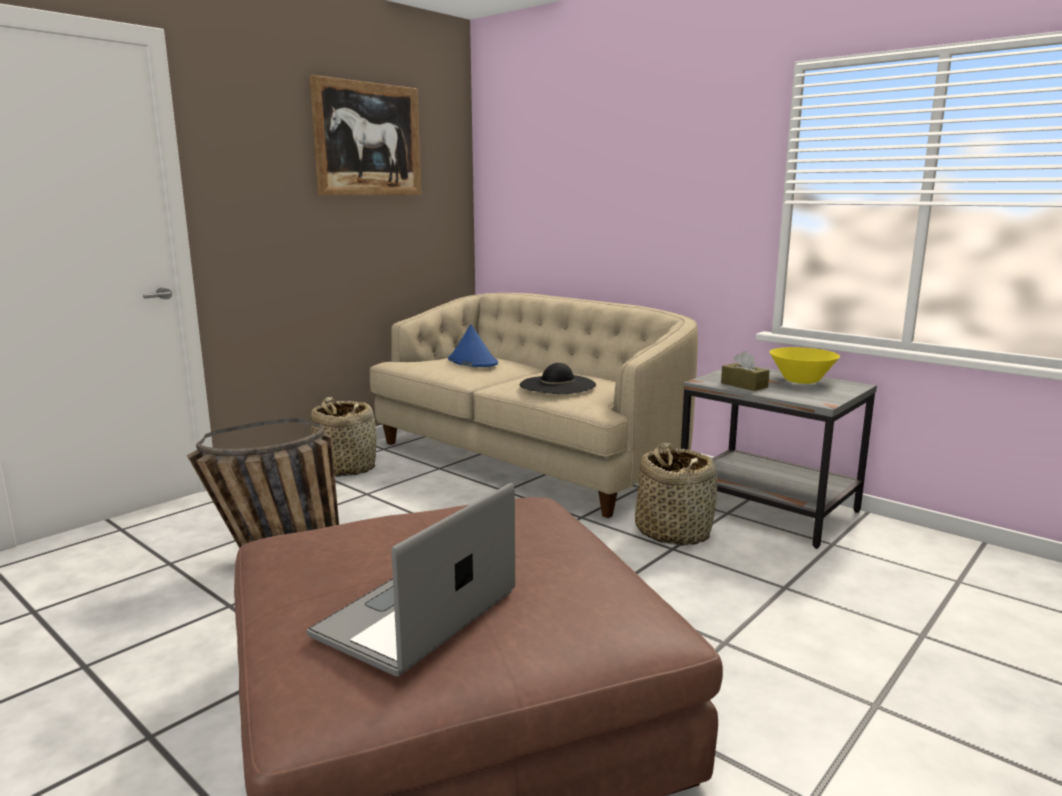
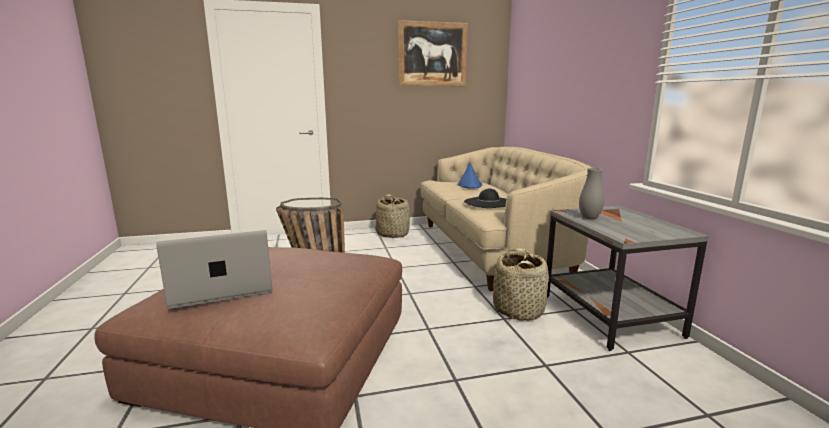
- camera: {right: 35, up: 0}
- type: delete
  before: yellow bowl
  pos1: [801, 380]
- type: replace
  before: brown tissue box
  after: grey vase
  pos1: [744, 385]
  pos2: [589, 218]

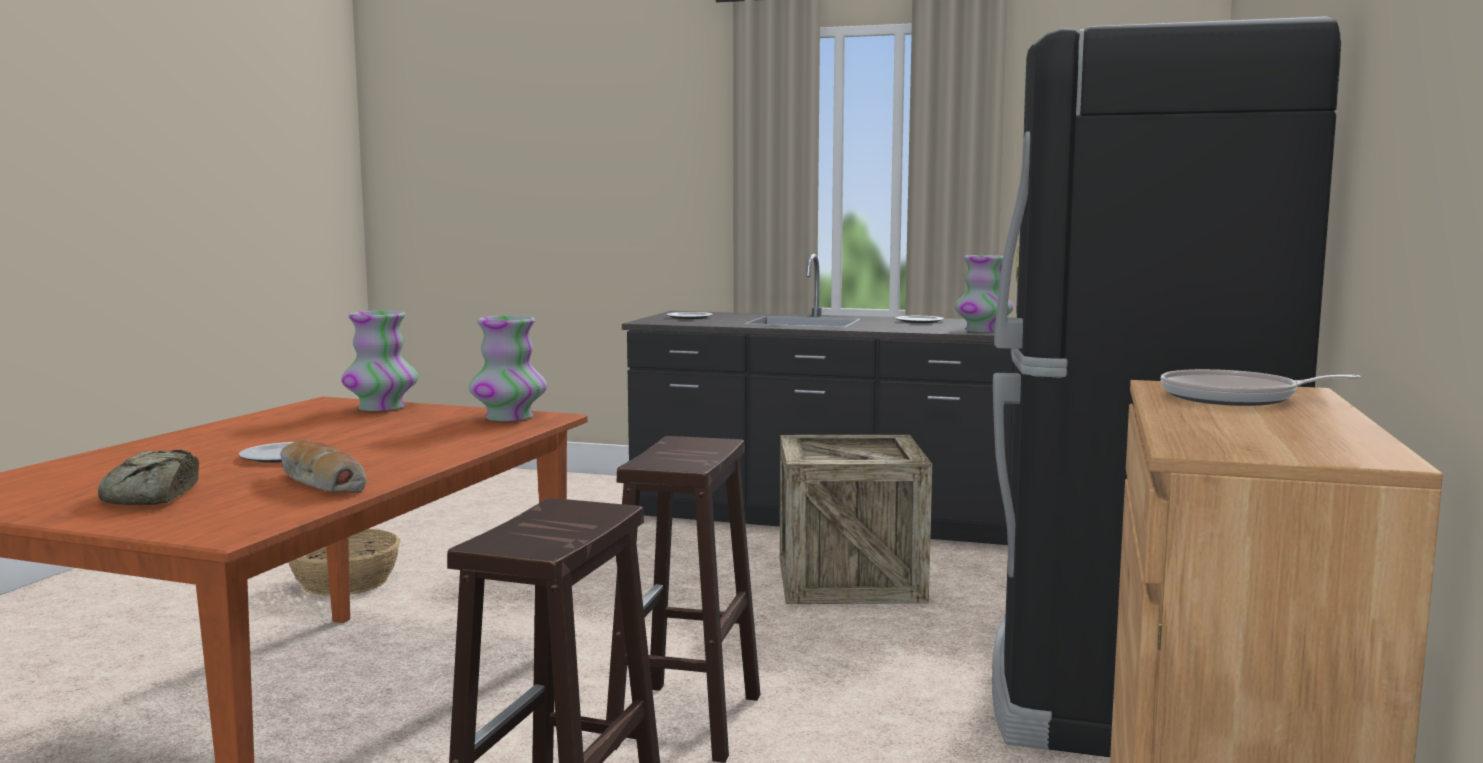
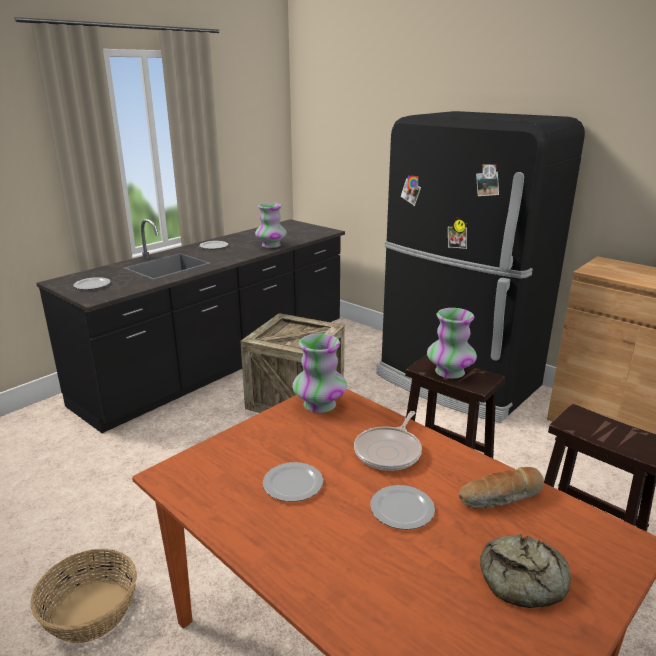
- camera: {right: -65, up: 15}
- type: insert
  after: plate
  pos2: [293, 483]
- type: move
  before: vase
  pos1: [381, 408]
  pos2: [450, 372]
- type: move
  before: frying pan
  pos1: [1235, 398]
  pos2: [389, 451]

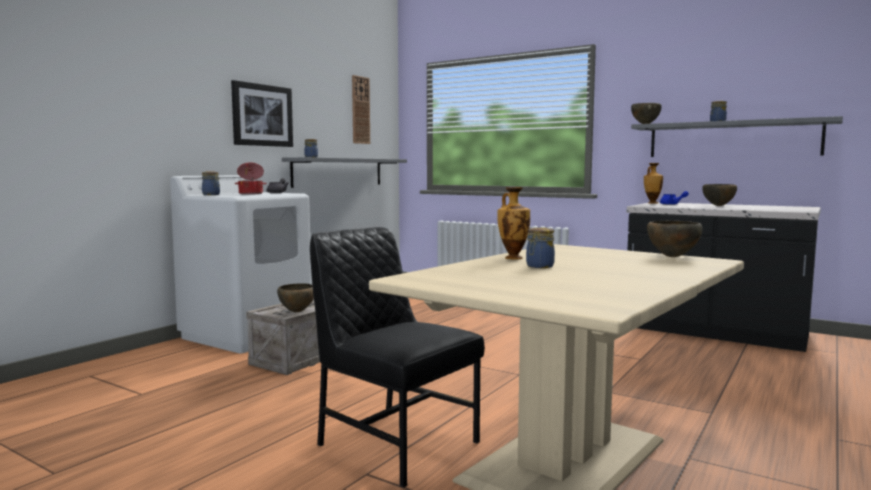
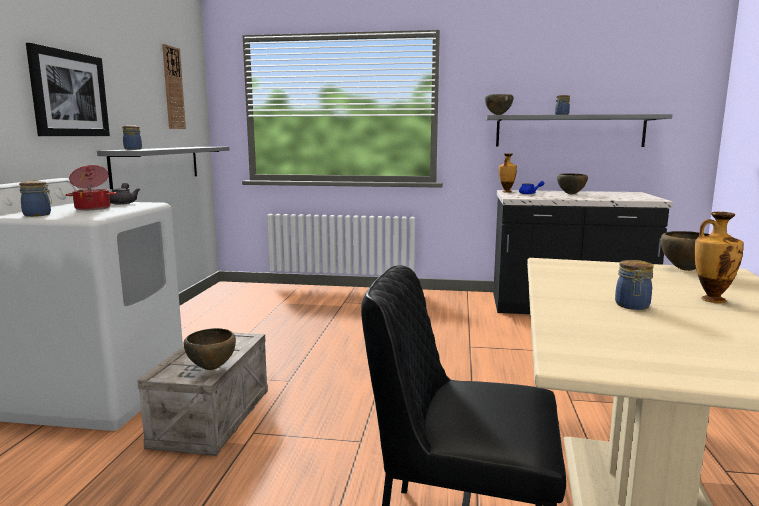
- camera: {right: -25, up: 5}
- type: move
  before: vase
  pos1: [513, 258]
  pos2: [711, 299]

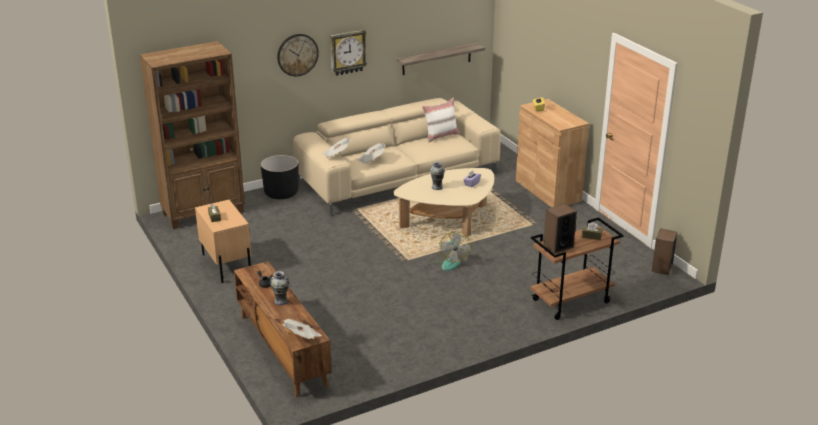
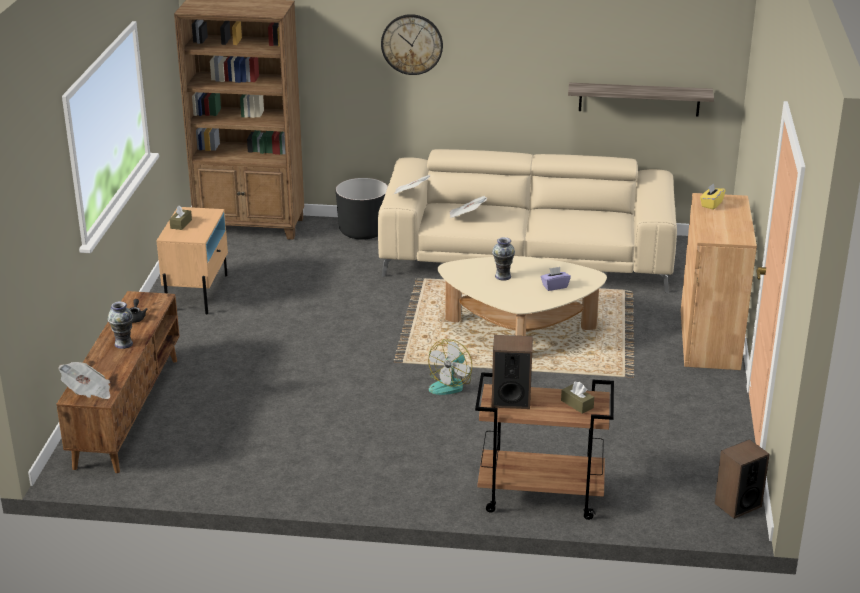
- camera: {right: 35, up: 0}
- type: delete
  before: wall clock
  pos1: [347, 52]
- type: delete
  before: white pillow
  pos1: [441, 136]

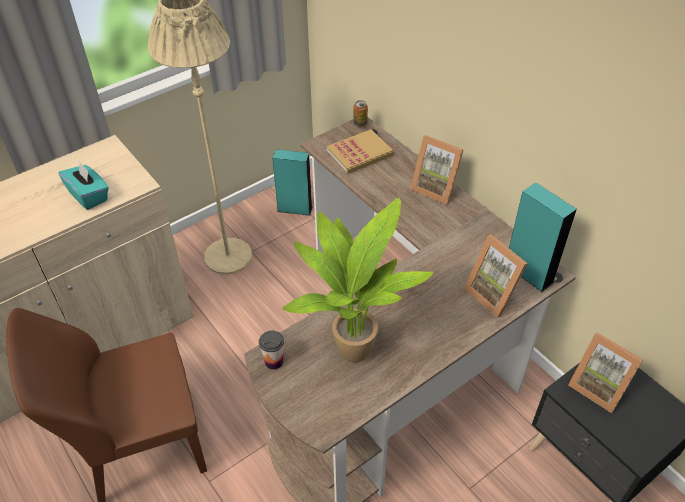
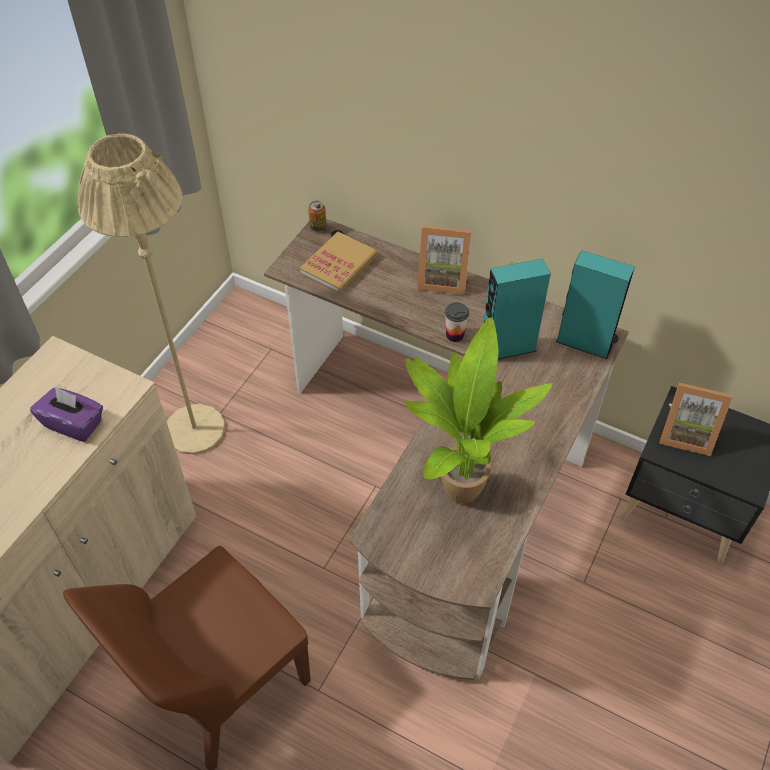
- camera: {right: -25, up: 5}
- type: delete
  before: picture frame
  pos1: [494, 294]
- type: move
  before: cup
  pos1: [274, 361]
  pos2: [454, 335]
- type: move
  before: turquoise speaker
  pos1: [294, 209]
  pos2: [507, 348]
- type: recolor
  before: turquoise tissue box
  after: purple tissue box
  pos1: [89, 196]
  pos2: [74, 423]

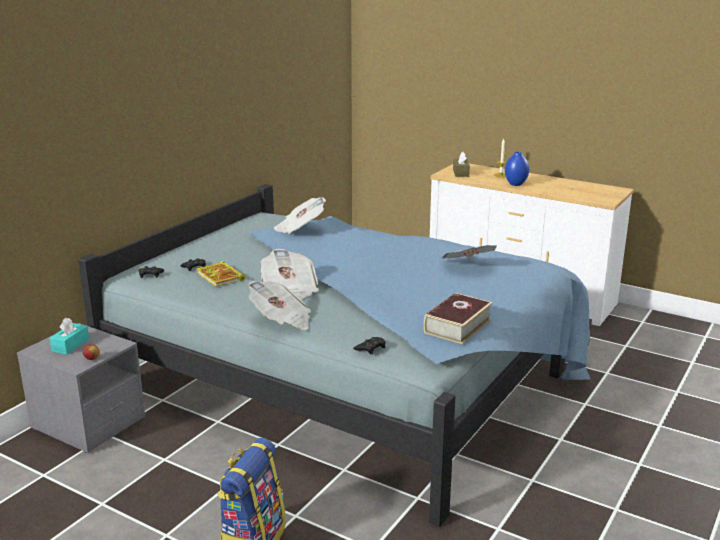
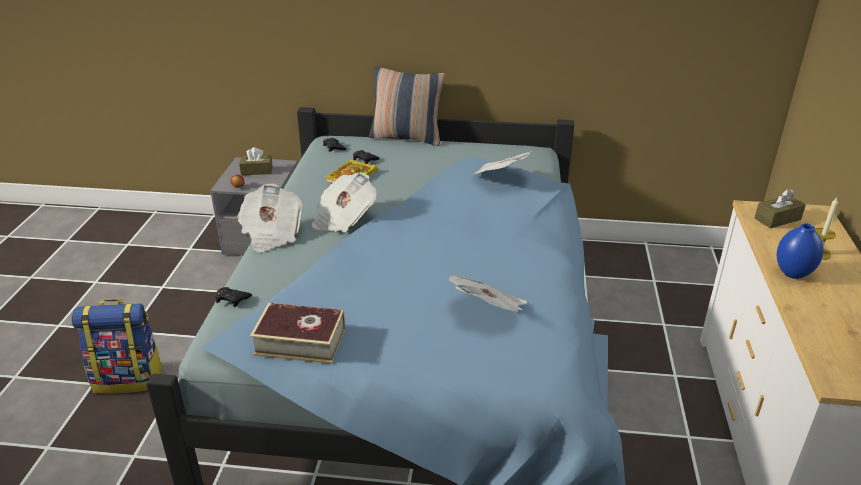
- camera: {right: 65, up: 10}
- type: insert
  after: pillow
  pos2: [407, 137]
- type: recolor
  before: turquoise tissue box
  after: brown tissue box
  pos1: [70, 345]
  pos2: [256, 171]

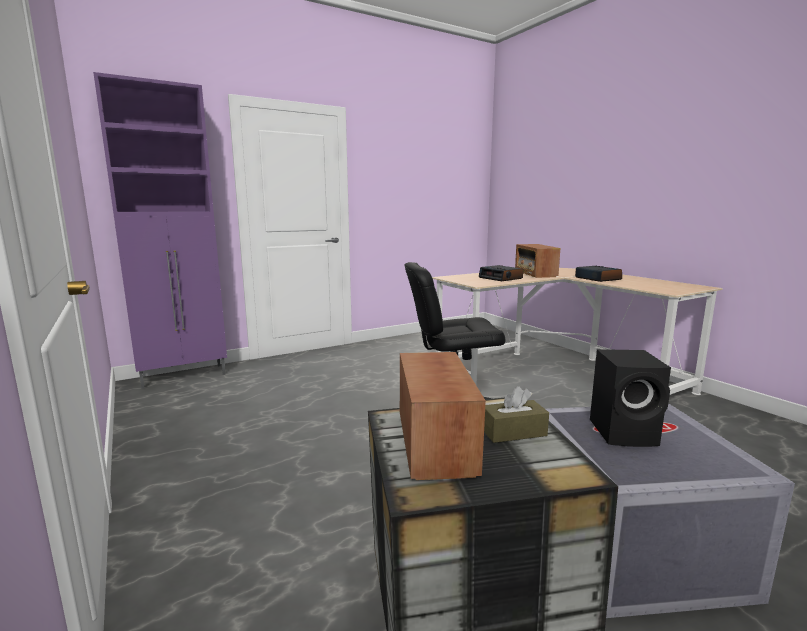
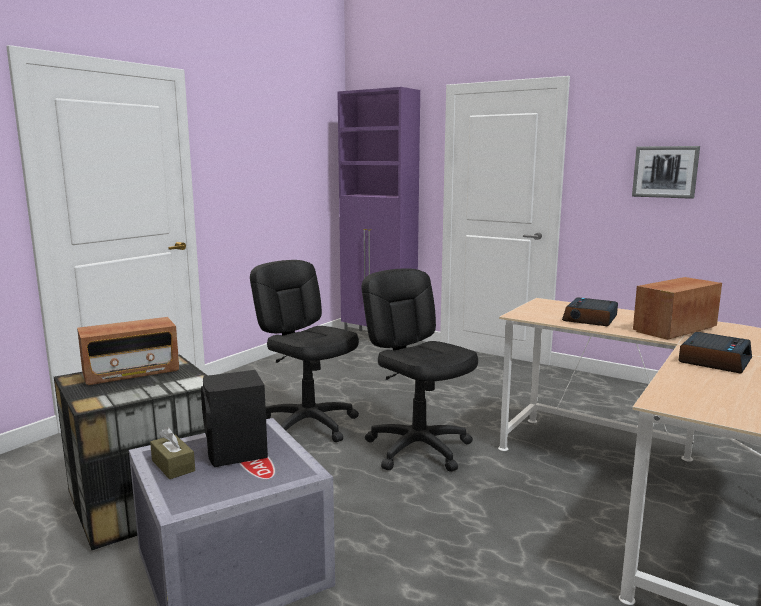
- camera: {right: 65, up: 0}
- type: insert
  after: black office chair
  pos2: [309, 425]
- type: insert
  after: picture
  pos2: [665, 172]
- type: move
  before: brown tissue box
  pos1: [513, 432]
  pos2: [173, 465]

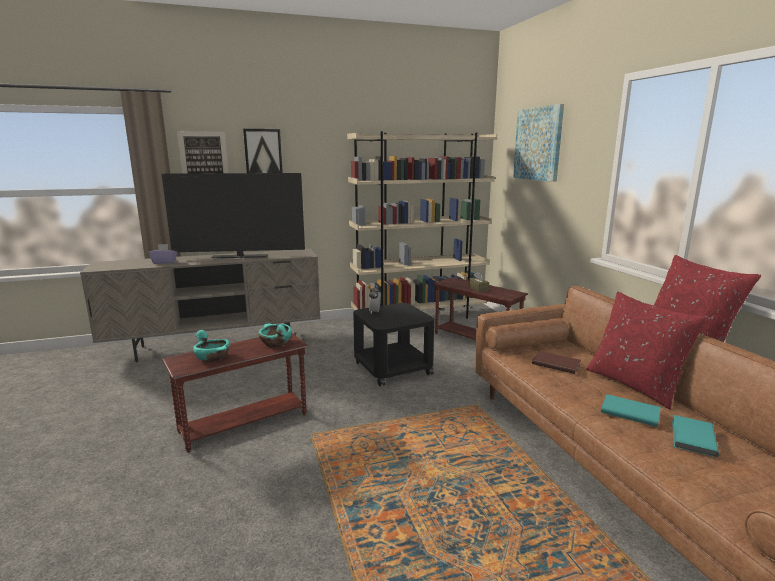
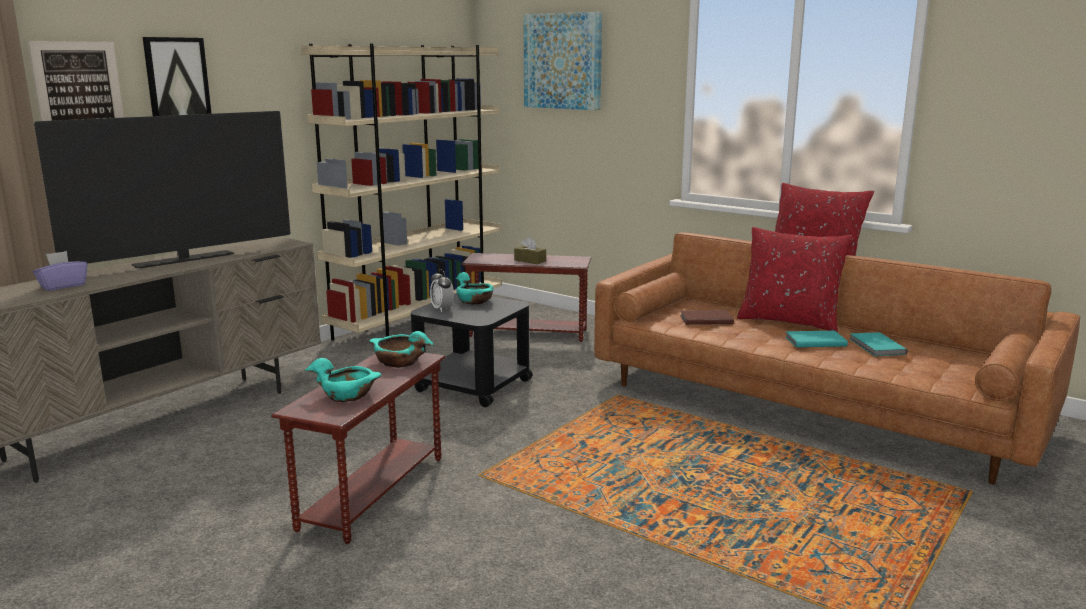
- camera: {right: -35, up: 0}
- type: insert
  after: turquoise bowl
  pos2: [475, 301]

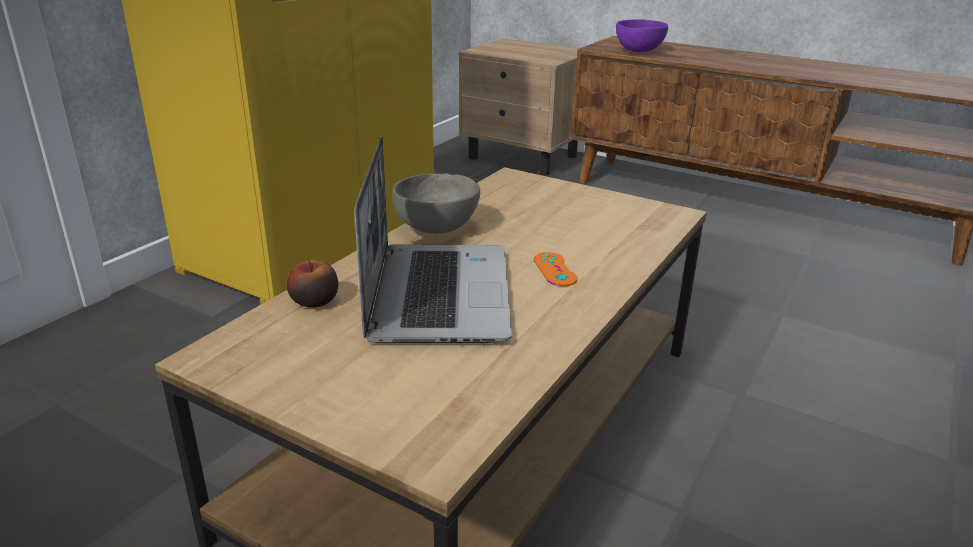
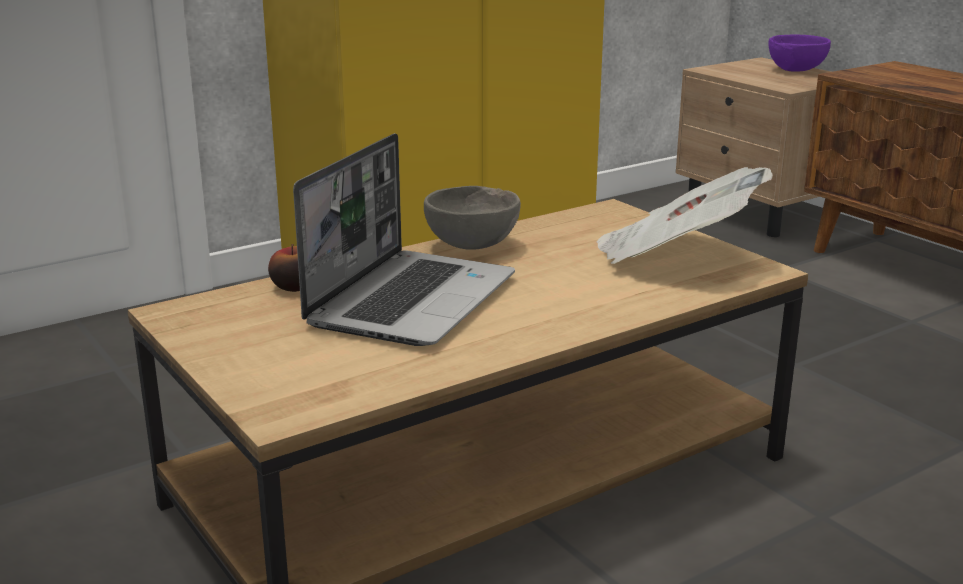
- camera: {right: 25, up: -5}
- type: delete
  before: orange game controller
  pos1: [555, 269]
- type: insert
  after: newspaper
  pos2: [674, 257]
- type: move
  before: purple bowl
  pos1: [638, 51]
  pos2: [795, 70]

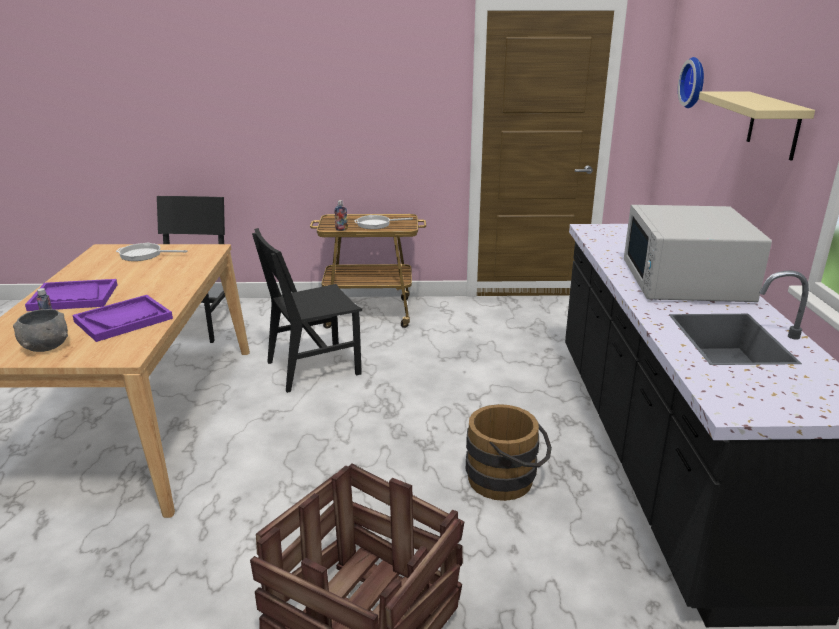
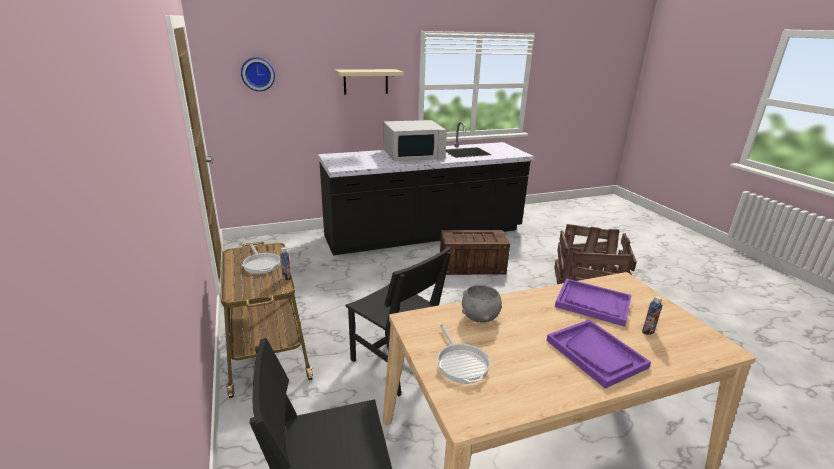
- camera: {right: -110, up: 0}
- type: move
  before: grey bowl
  pos1: [45, 347]
  pos2: [480, 317]
- type: replace
  before: brown bucket
  after: crate
  pos1: [507, 480]
  pos2: [473, 266]

